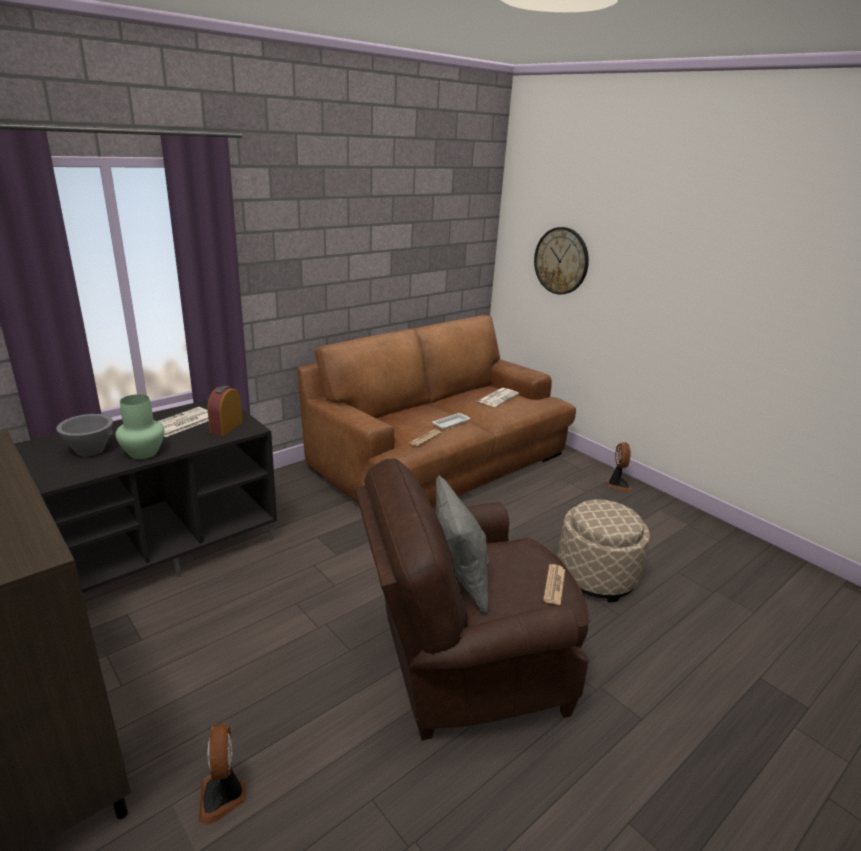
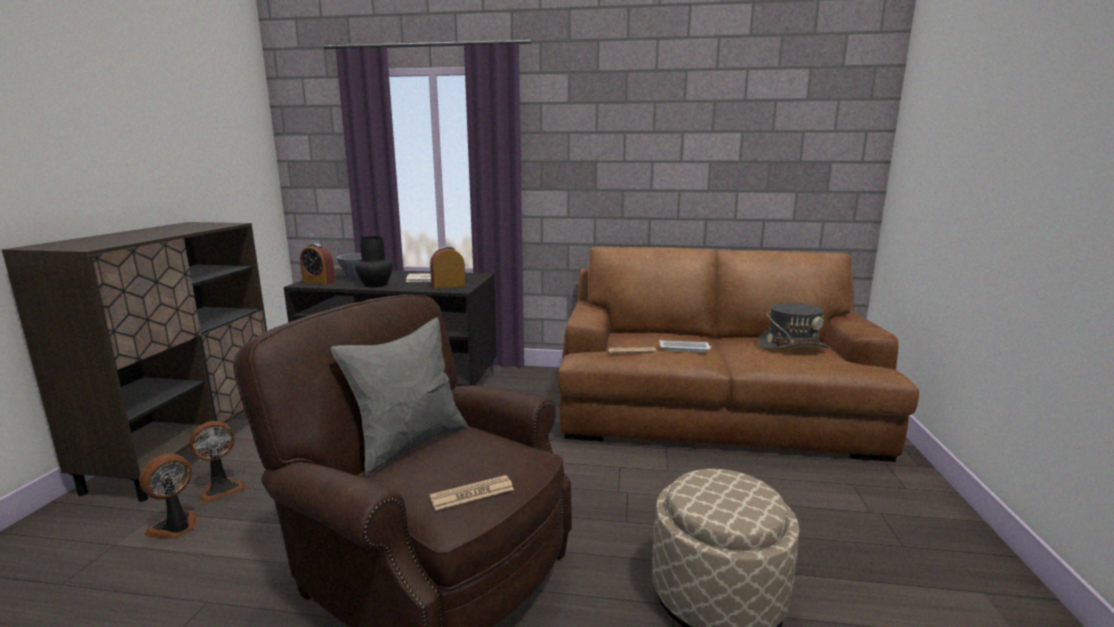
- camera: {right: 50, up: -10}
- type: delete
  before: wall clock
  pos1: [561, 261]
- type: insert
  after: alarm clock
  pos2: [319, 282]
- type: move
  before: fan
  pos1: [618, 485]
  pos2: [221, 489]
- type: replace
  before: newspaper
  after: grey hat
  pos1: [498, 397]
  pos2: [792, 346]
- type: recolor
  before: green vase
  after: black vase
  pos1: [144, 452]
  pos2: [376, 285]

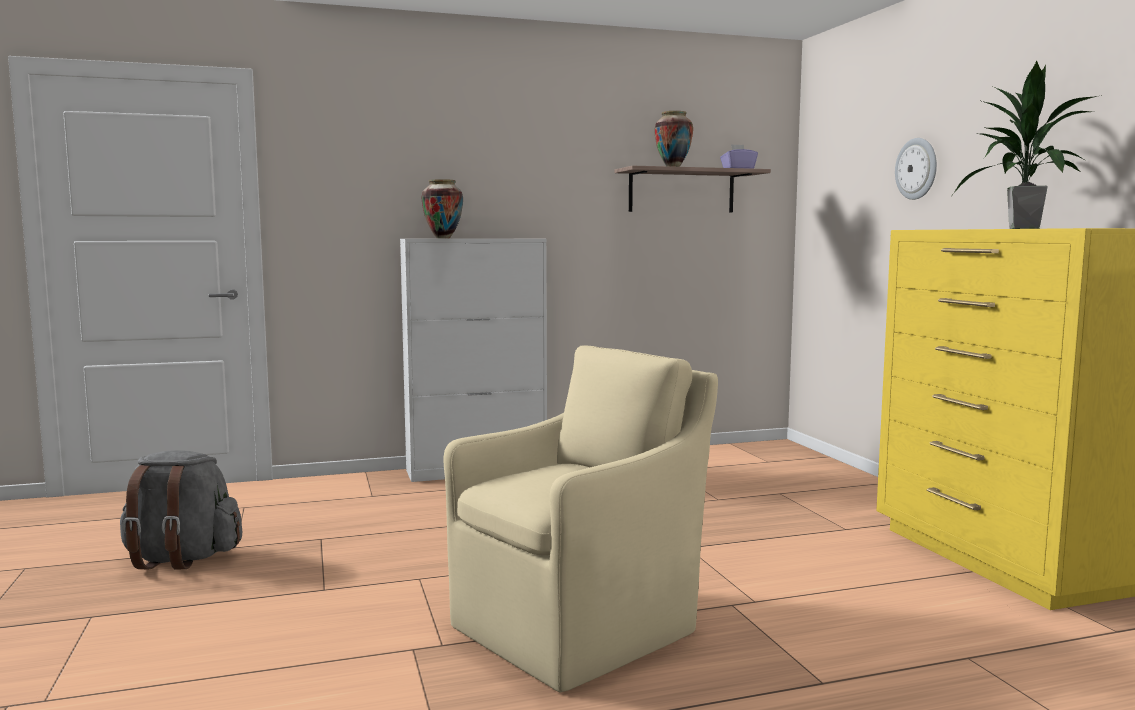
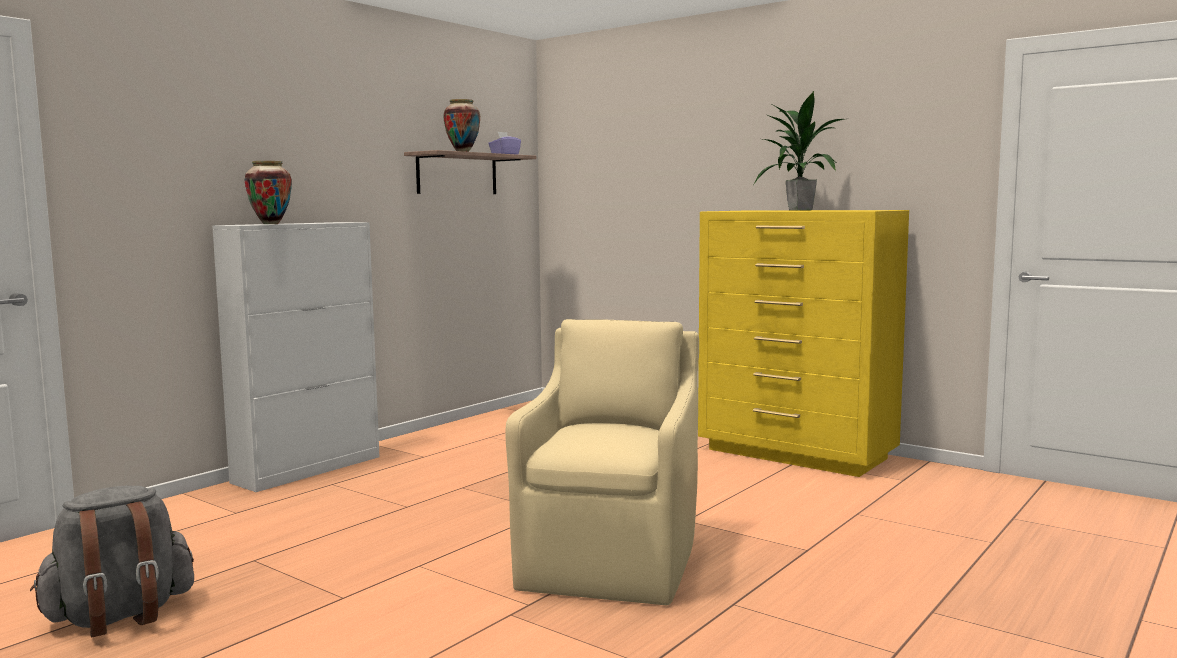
- camera: {right: -35, up: 0}
- type: delete
  before: wall clock
  pos1: [917, 169]

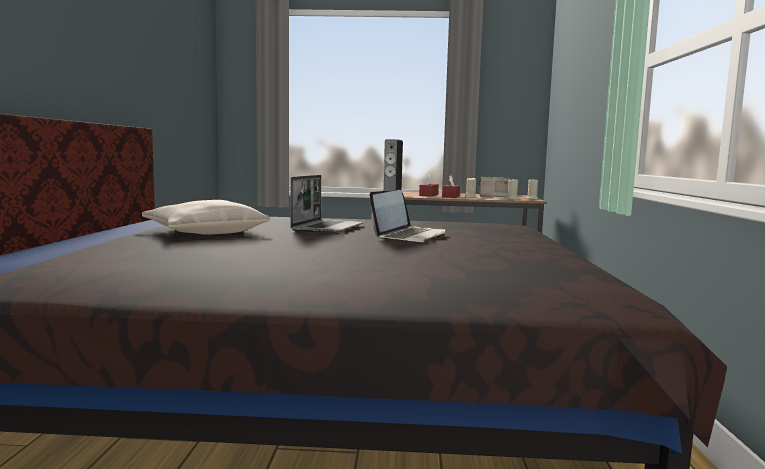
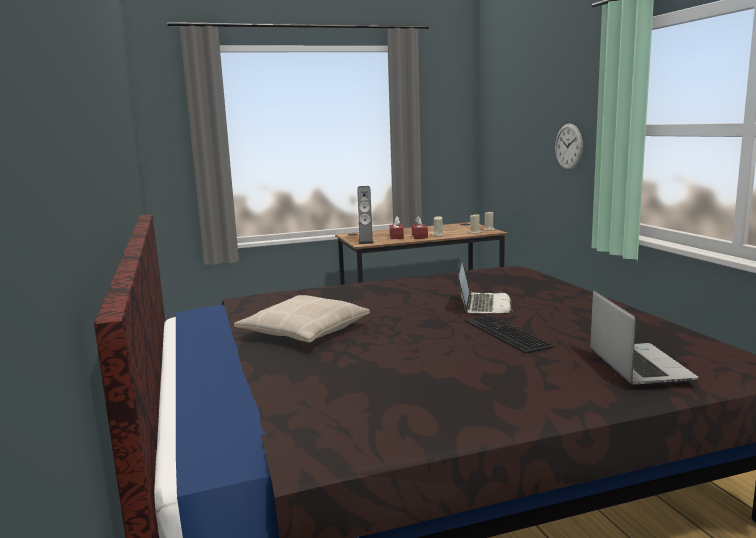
- camera: {right: -20, up: 5}
- type: delete
  before: radio
  pos1: [494, 197]
- type: insert
  after: keyboard
  pos2: [503, 333]
- type: insert
  after: wall clock
  pos2: [568, 146]
- type: move
  before: laptop
  pos1: [327, 228]
  pos2: [637, 365]

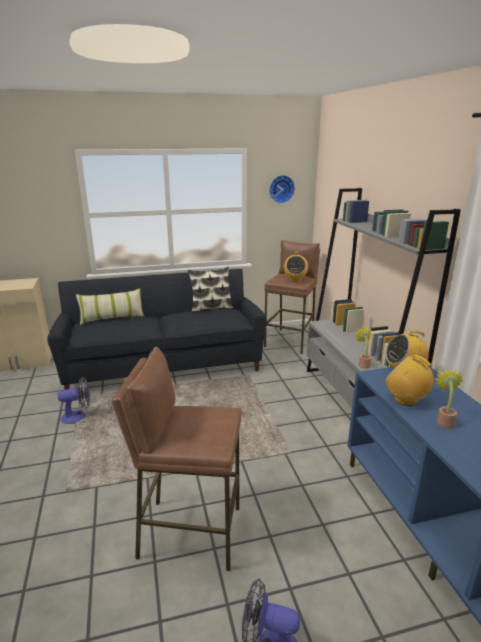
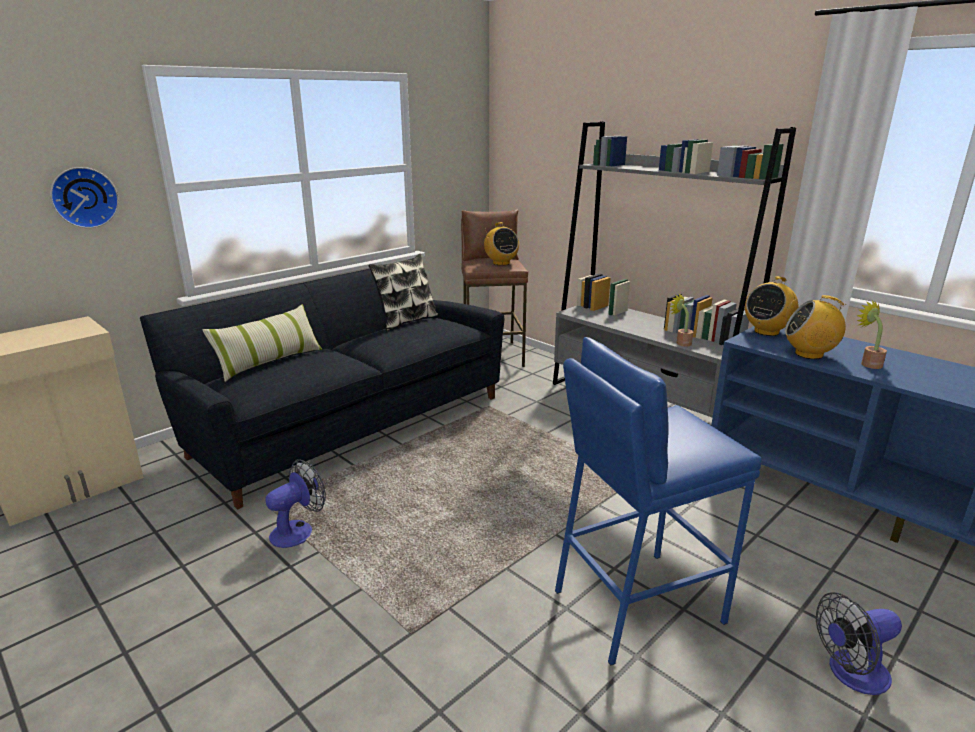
- camera: {right: -30, up: 0}
- type: move
  before: wall clock
  pos1: [281, 189]
  pos2: [84, 197]
- type: recolor
  before: brown stool
  after: blue stool
  pos1: [190, 532]
  pos2: [636, 605]

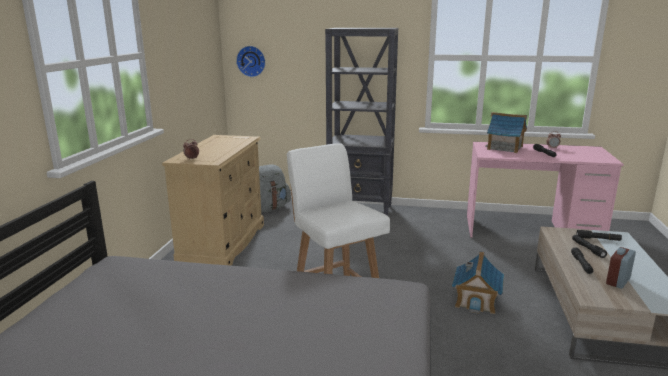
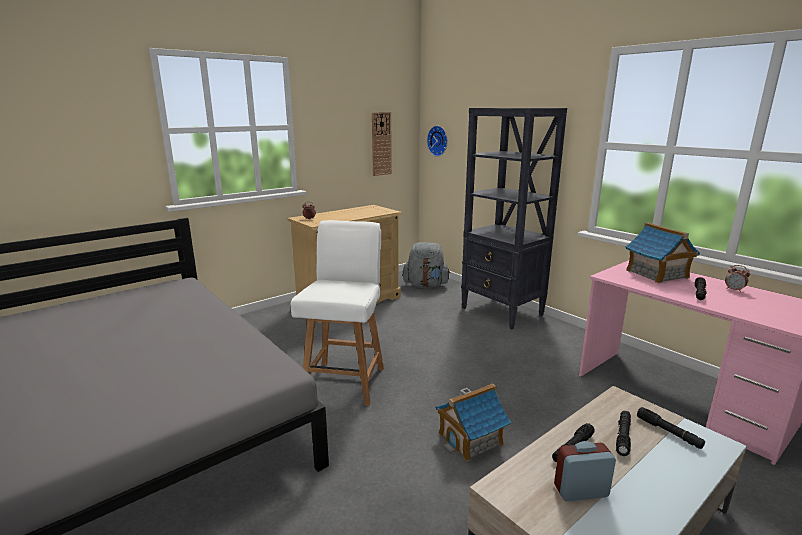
- camera: {right: 40, up: 0}
- type: insert
  after: wall clock
  pos2: [381, 144]

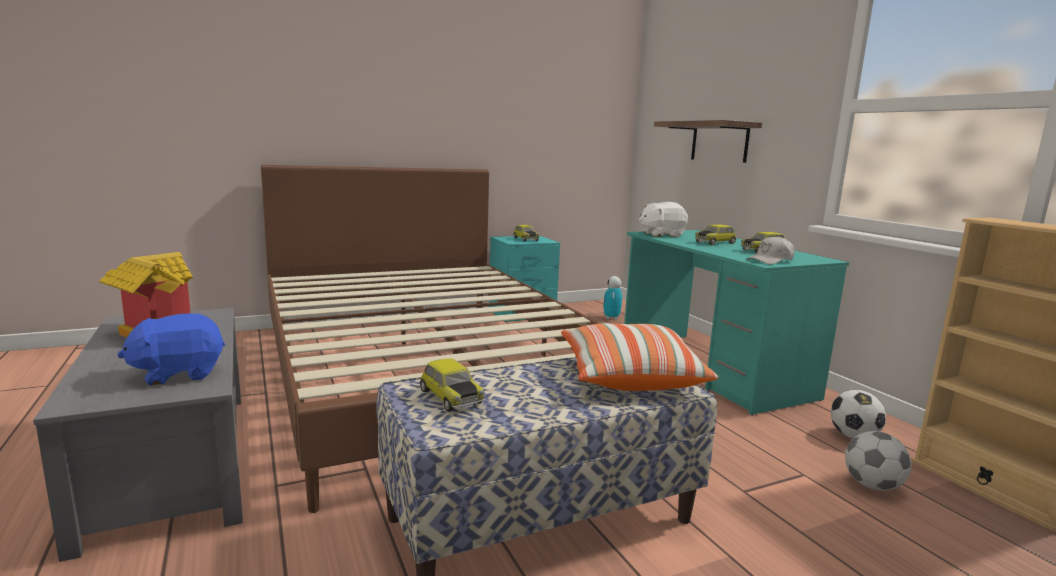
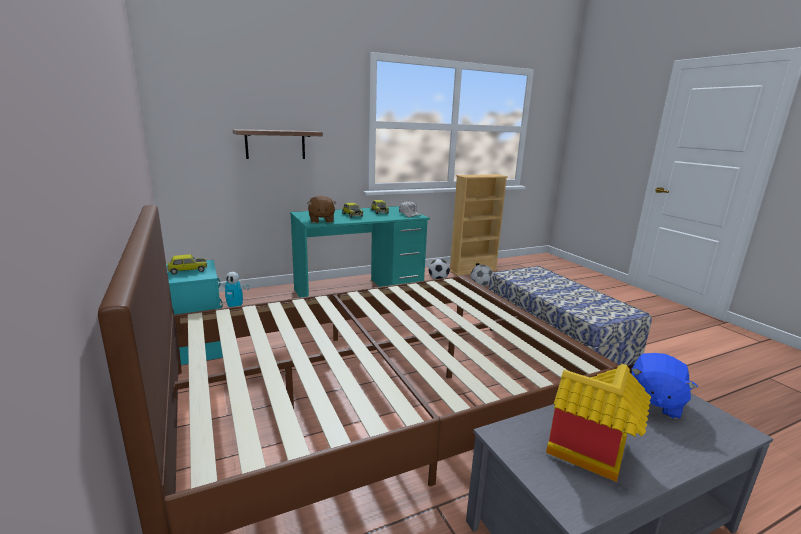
- camera: {right: -90, up: 5}
- type: delete
  before: toy car
  pos1: [449, 397]
- type: delete
  before: pillow
  pos1: [629, 377]
- type: recolor
  before: white plush toy
  after: brown plush toy
  pos1: [661, 235]
  pos2: [321, 220]
- type: rotate
  before: blue plush toy
  pos1: [178, 374]
  pos2: [653, 402]
  turn: 60

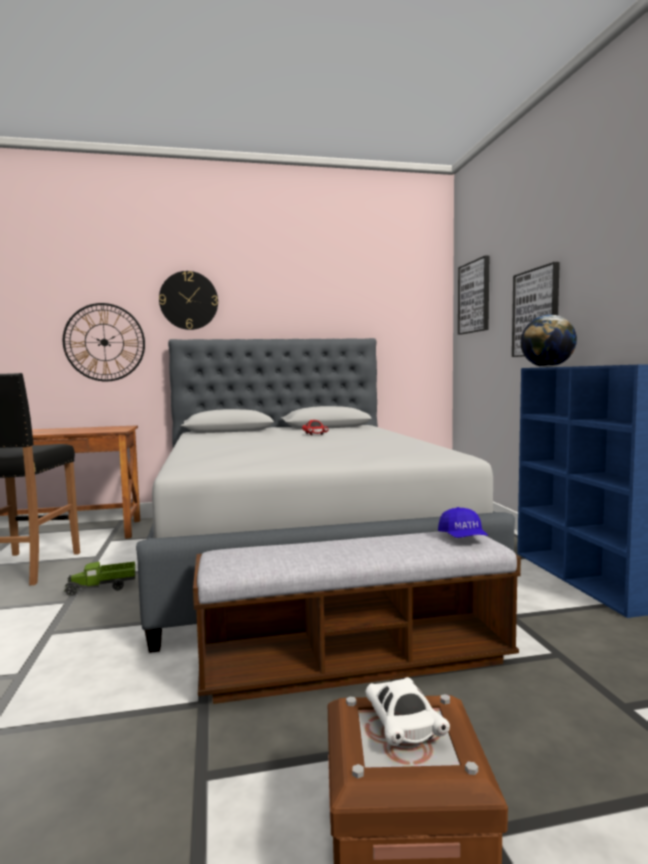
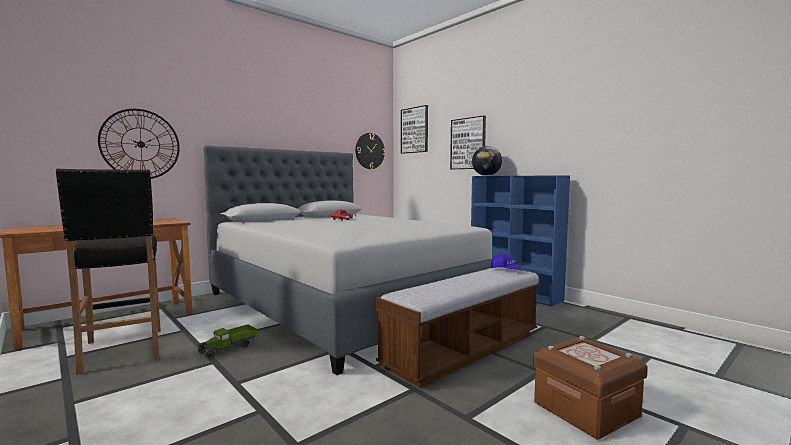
- camera: {right: -30, up: 0}
- type: delete
  before: white toy car
  pos1: [403, 725]
- type: move
  before: wall clock
  pos1: [188, 300]
  pos2: [370, 151]

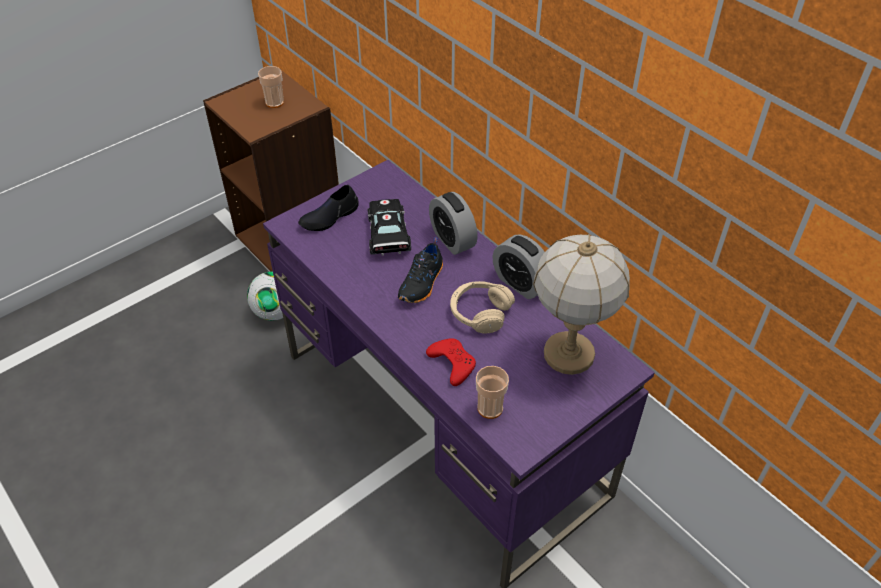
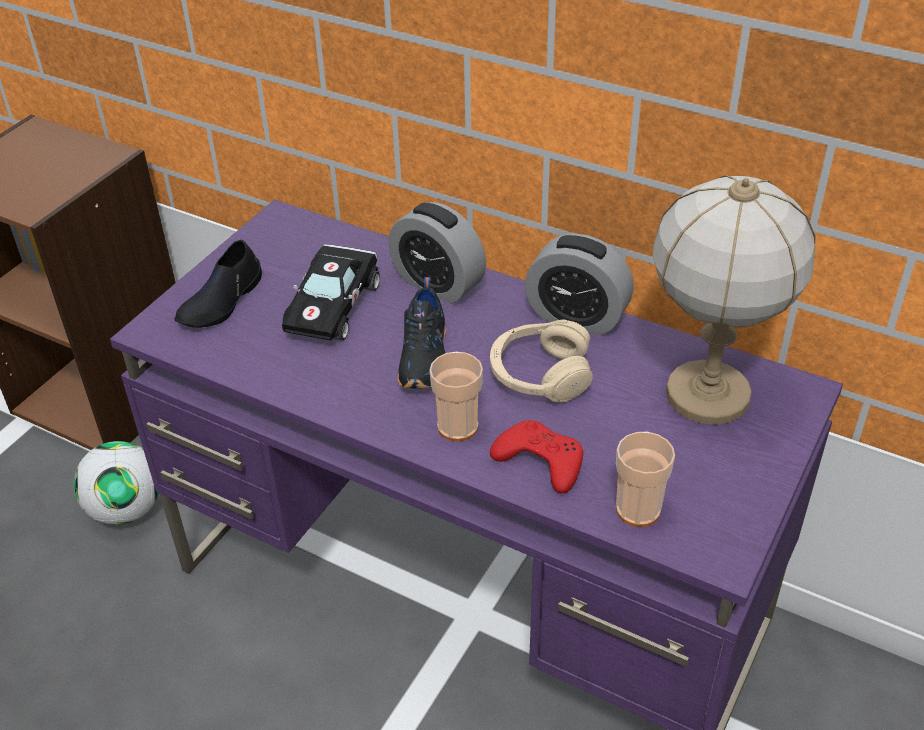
- camera: {right: -20, up: -5}
- type: move
  before: cup
  pos1: [274, 102]
  pos2: [457, 426]
- type: rotate
  before: black toy car
  pos1: [388, 236]
  pos2: [333, 304]
  turn: -135

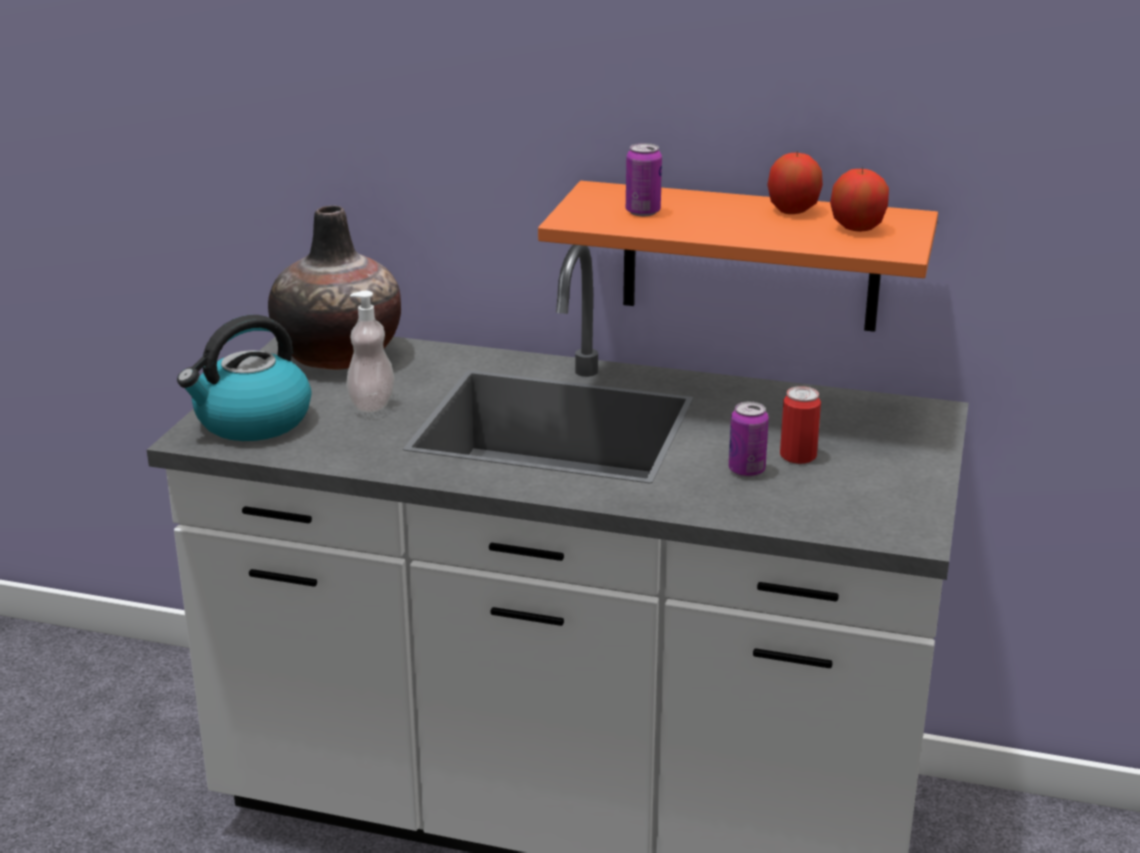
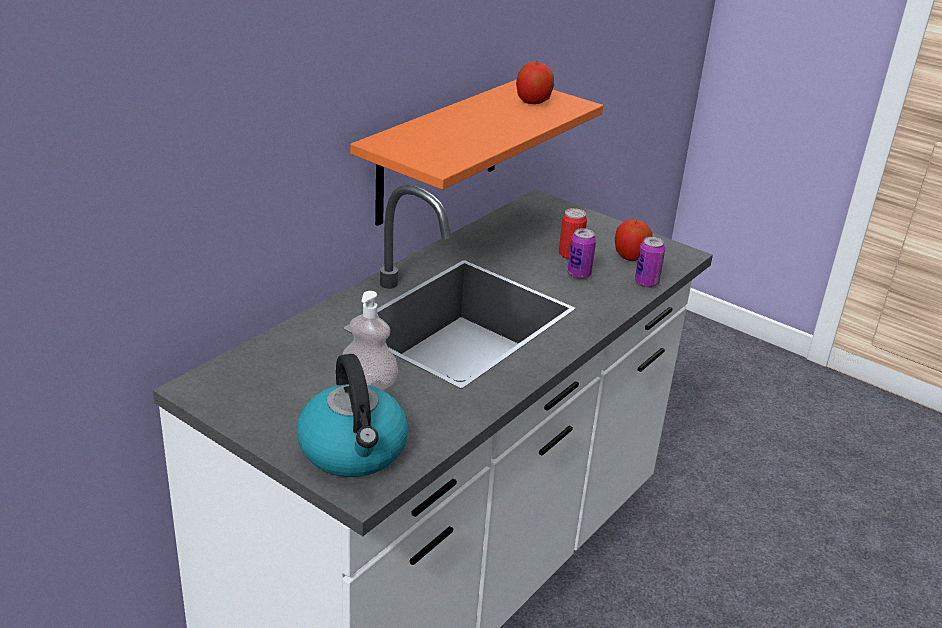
- camera: {right: -70, up: 5}
- type: delete
  before: vase
  pos1: [339, 355]
- type: move
  before: can
  pos1: [643, 212]
  pos2: [646, 282]
- type: move
  before: apple
  pos1: [793, 210]
  pos2: [630, 256]

